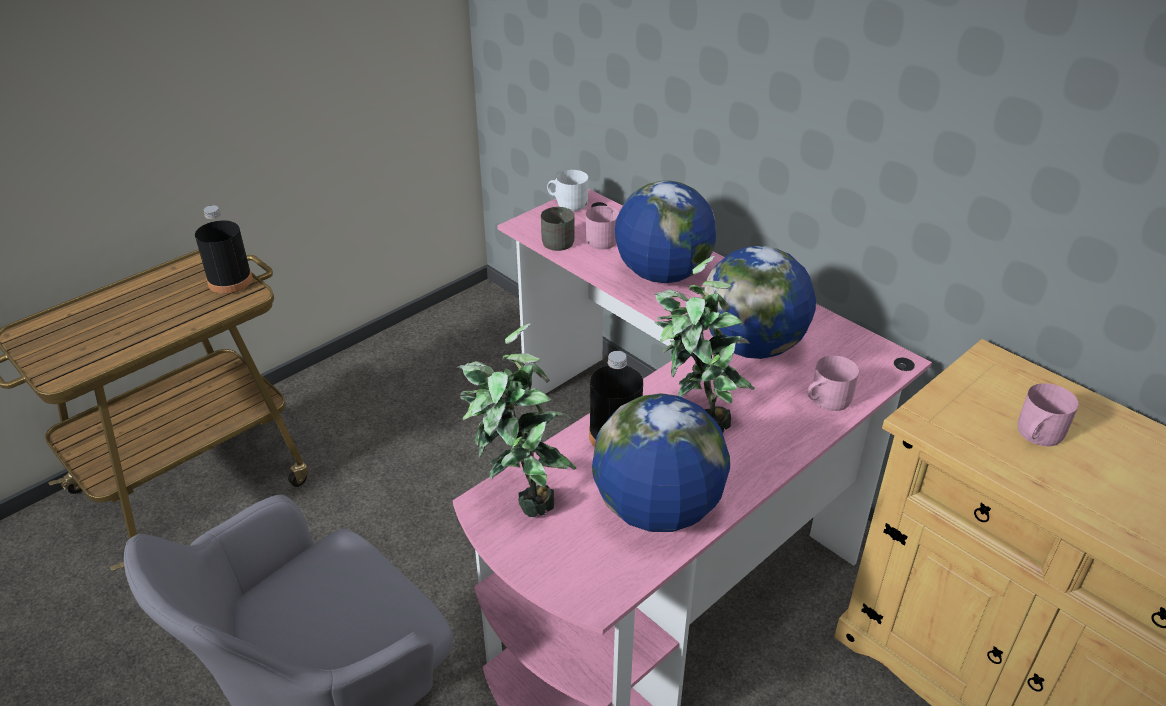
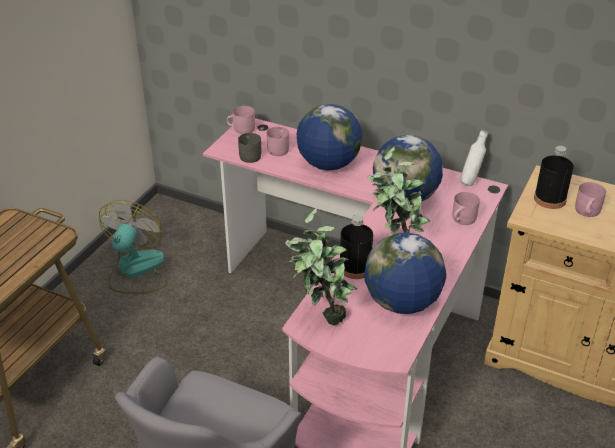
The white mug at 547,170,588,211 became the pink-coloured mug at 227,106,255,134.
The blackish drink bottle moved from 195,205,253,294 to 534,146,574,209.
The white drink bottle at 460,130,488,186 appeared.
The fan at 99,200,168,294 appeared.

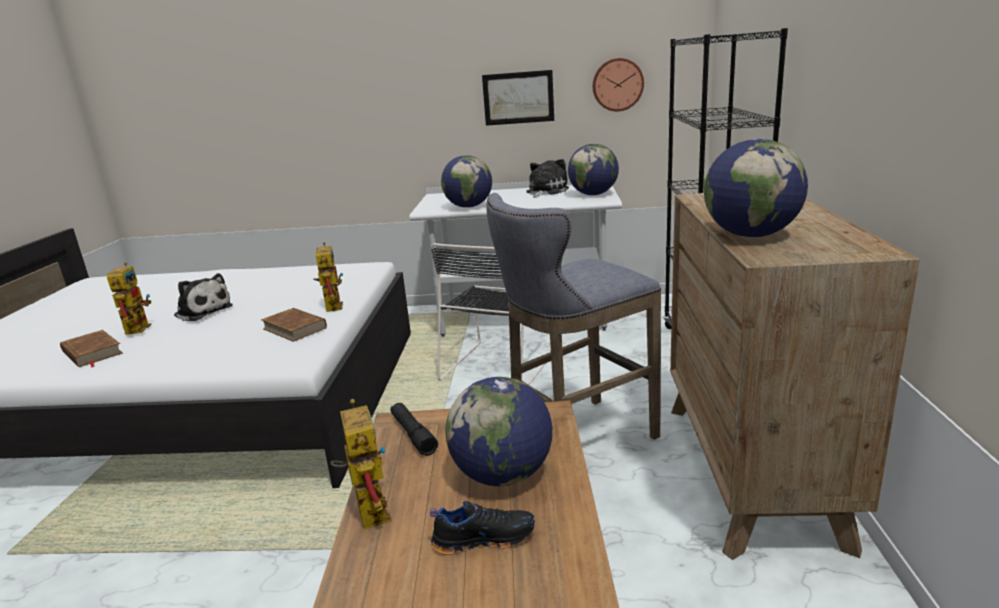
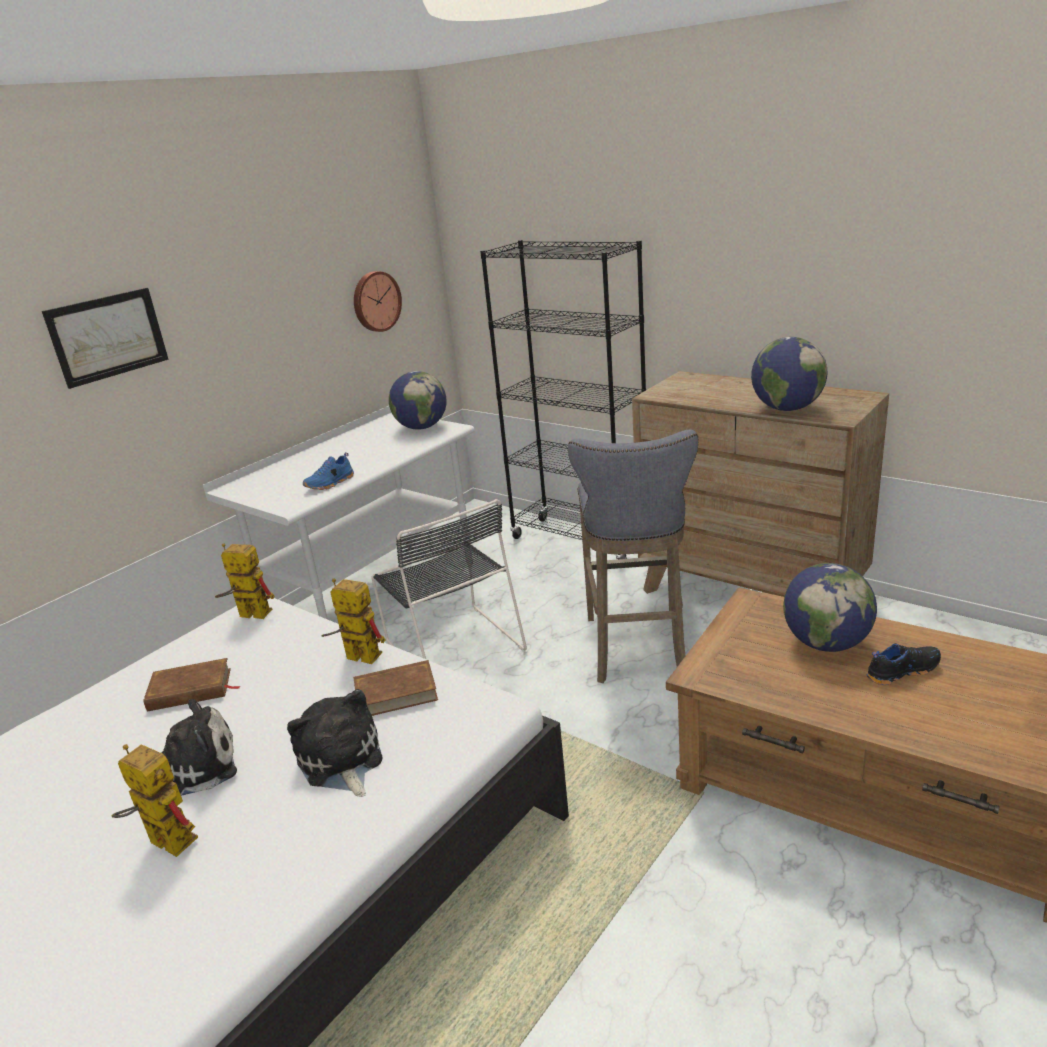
The picture moved from 482,70,554,126 to 42,288,169,389.
The world globe at 441,155,492,208 was replaced by the bluish shoe at 303,452,354,490.
The soft toy moved from 526,159,569,198 to 287,689,383,797.
The brown-coloured book moved from 60,330,123,368 to 143,658,241,712.
The model robot moved from 330,399,392,529 to 215,544,275,619.
The blackish flashlight at 390,403,438,456 disappeared.
The blackish shoe at 430,501,535,555 turned 45 degrees clockwise.

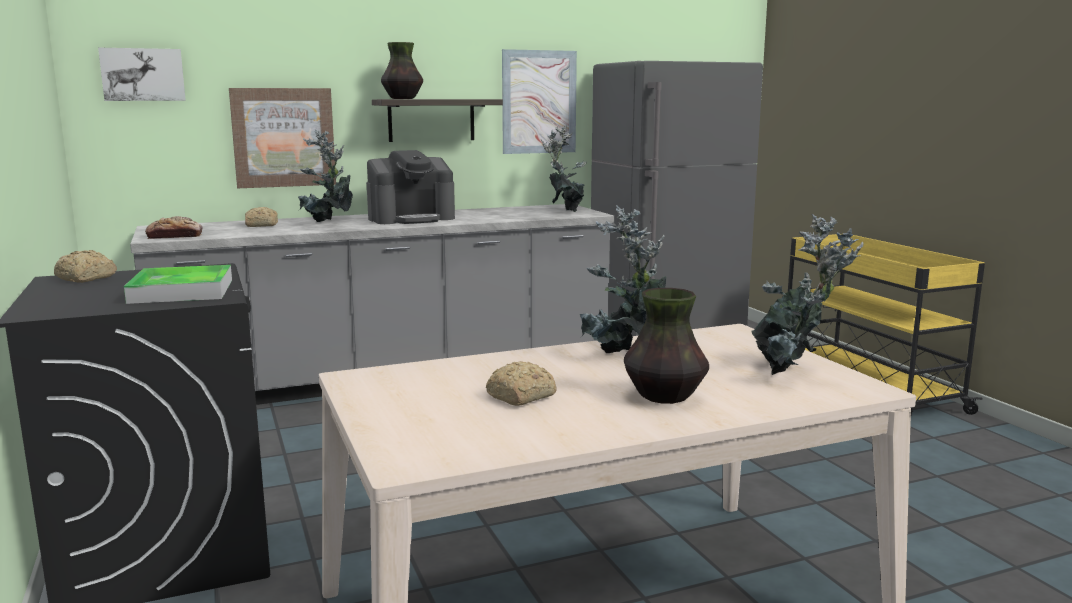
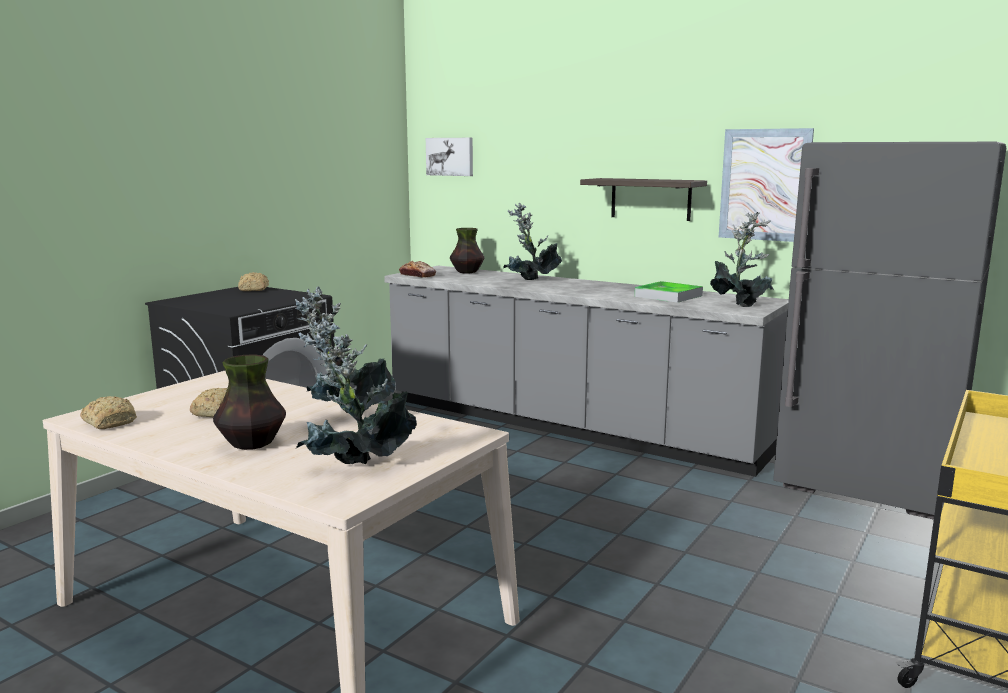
The vase moved from 381,42,423,99 to 450,228,484,273.
The picture at 229,88,336,188 disappeared.
The coffee brewer at 367,150,455,224 disappeared.
The bread moved from 245,207,278,227 to 80,396,137,429.
The carrying tray moved from 124,265,232,304 to 635,281,703,303.

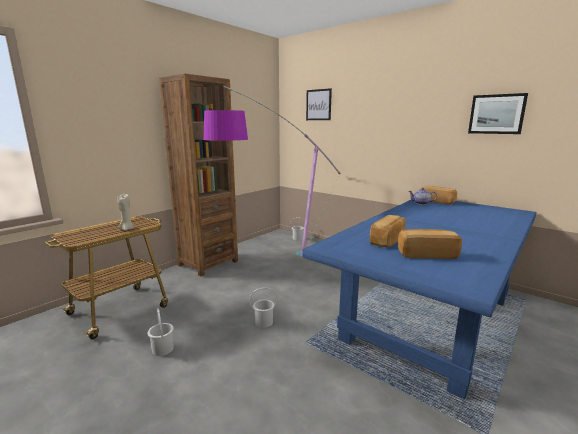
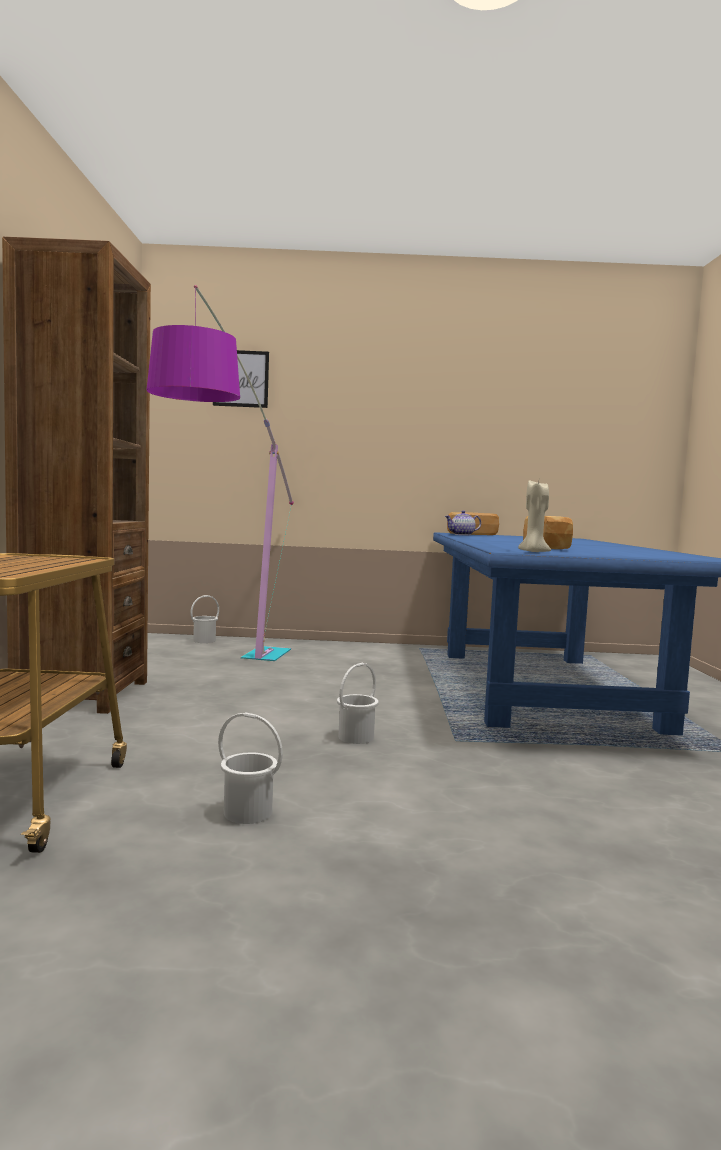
The picture at 468,93,528,134 disappeared.
The beige wax candle moved from 117,194,134,230 to 518,481,551,552.
The bread at 398,229,462,259 disappeared.

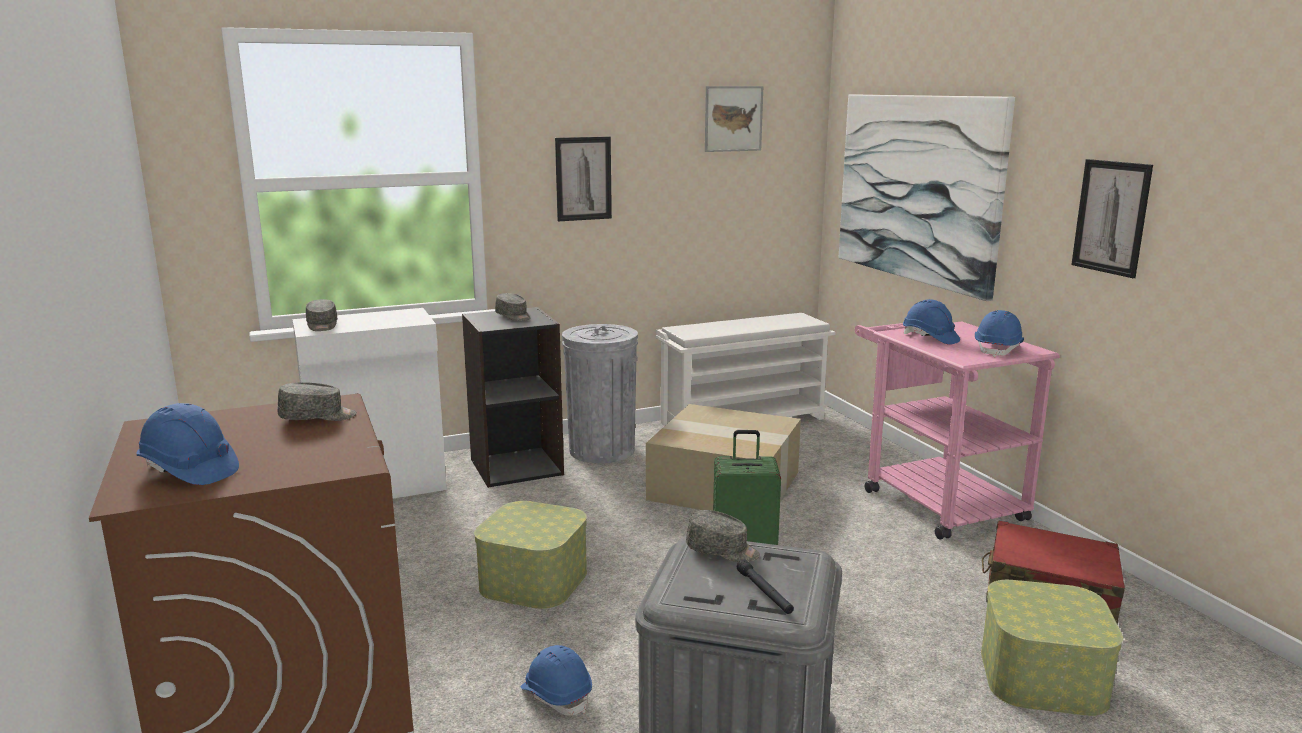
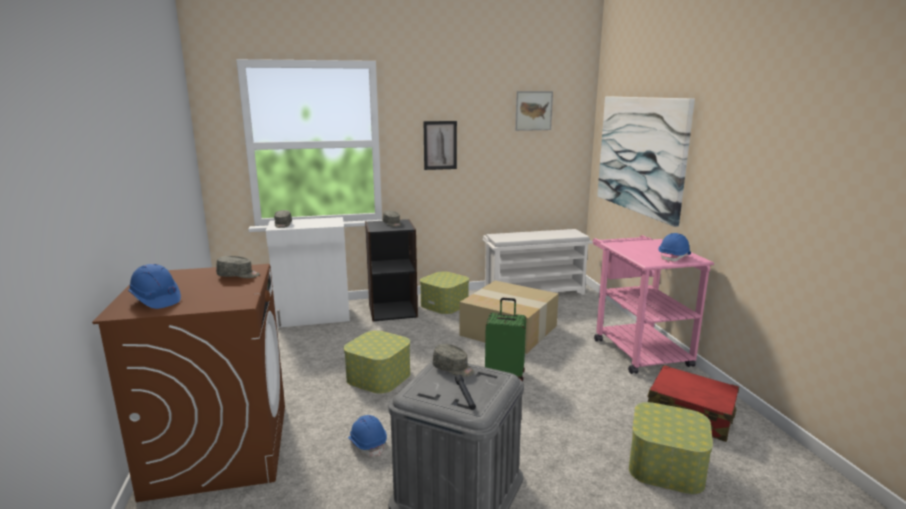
The picture at 1071,159,1153,278 disappeared.
The bluish safety helmet at 903,299,960,345 disappeared.
The greyish rubbish bin at 562,324,638,463 was replaced by the storage bin at 420,271,469,314.

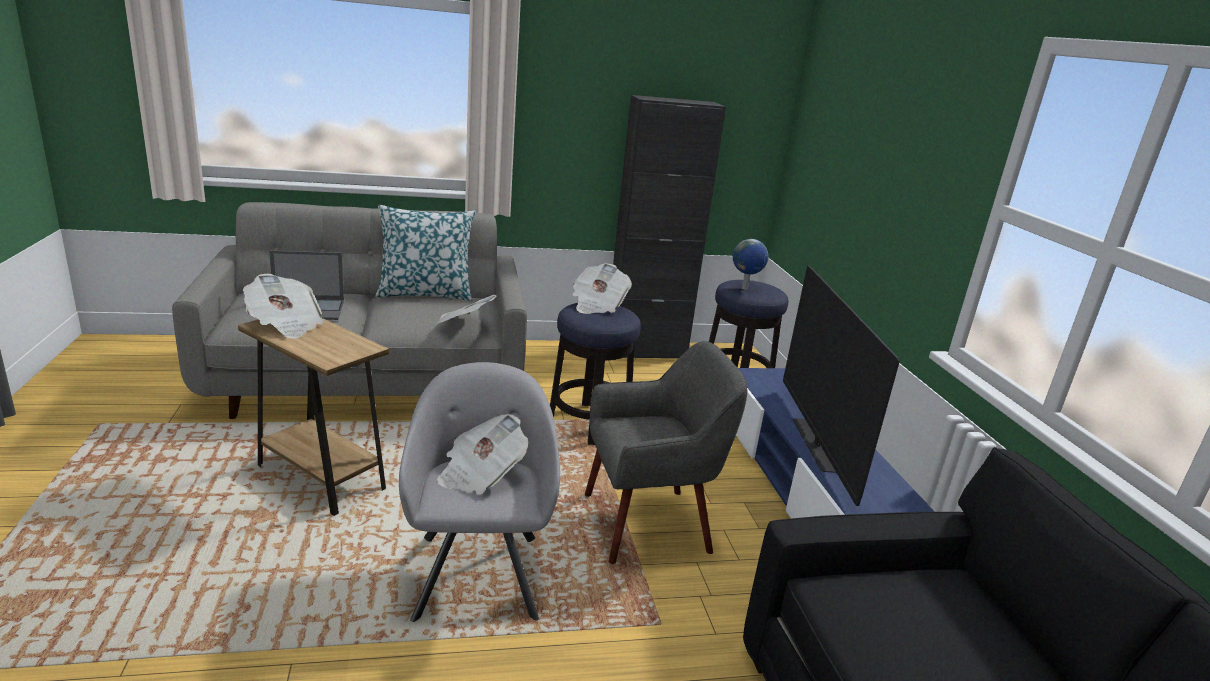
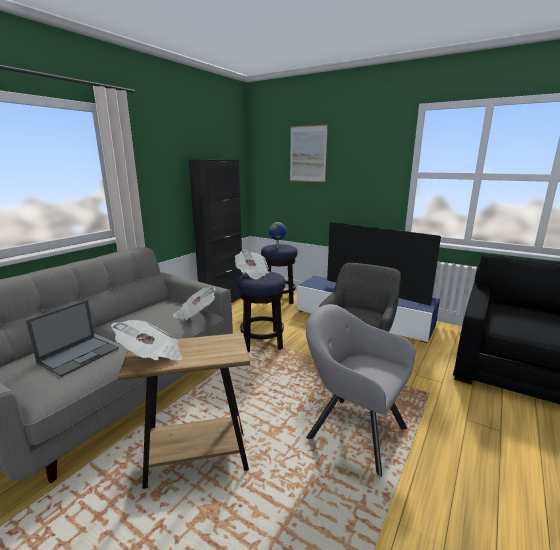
The throw pillow at 375,205,475,301 disappeared.
The printed paper at 437,414,528,495 disappeared.
The picture at 290,125,328,182 appeared.

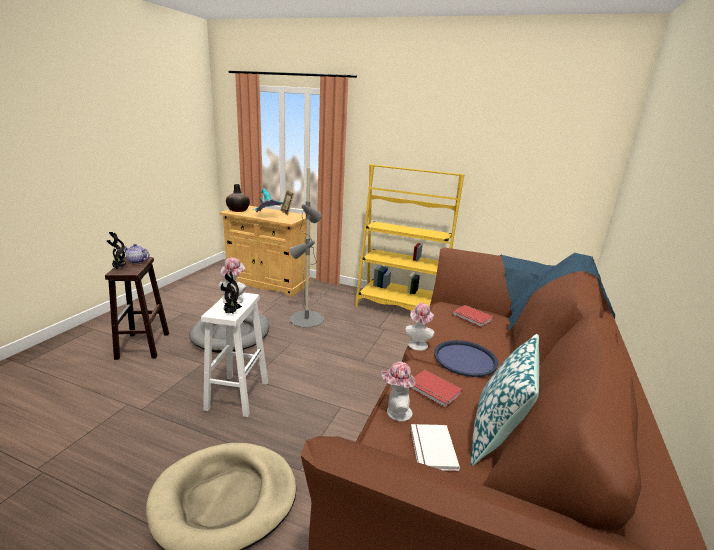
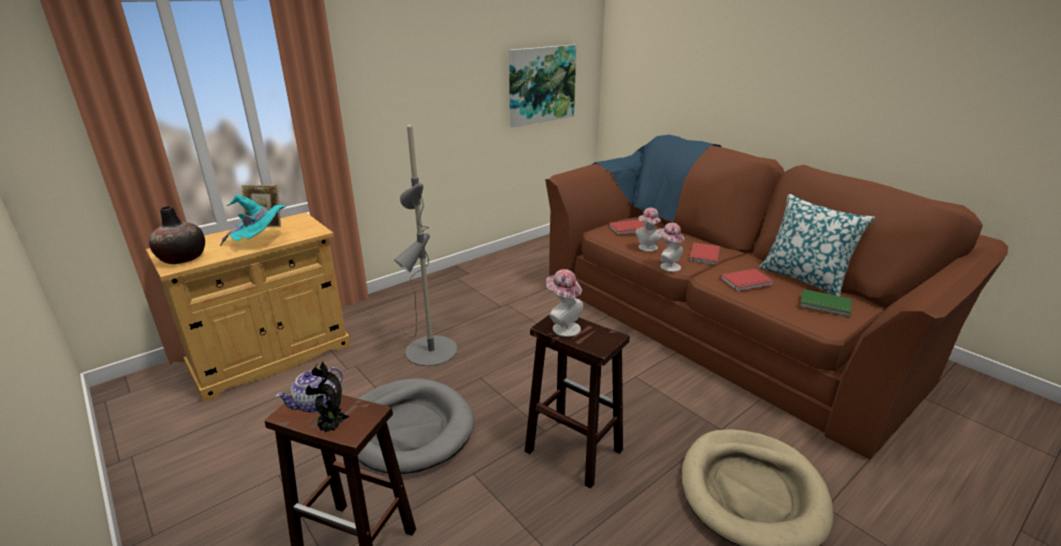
The yellow bookcase at 355,164,464,310 disappeared.
The houseplant at 221,271,242,314 disappeared.
The white stool seat at 201,293,268,417 became the brown-coloured stool seat at 525,314,630,489.
The bluish carrying tray at 434,340,498,377 was replaced by the red-coloured book at 689,243,720,265.
The hat moved from 381,362,415,421 to 636,208,662,252.
The white book at 410,424,460,471 became the green book at 800,289,851,317.
The picture at 509,45,576,127 appeared.

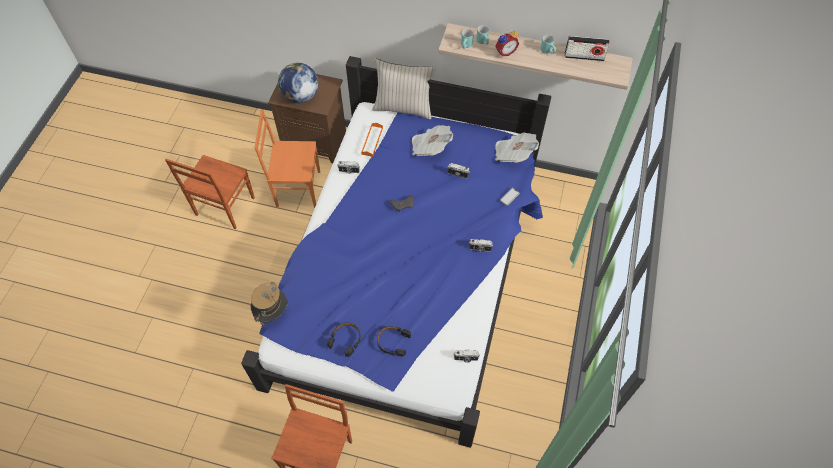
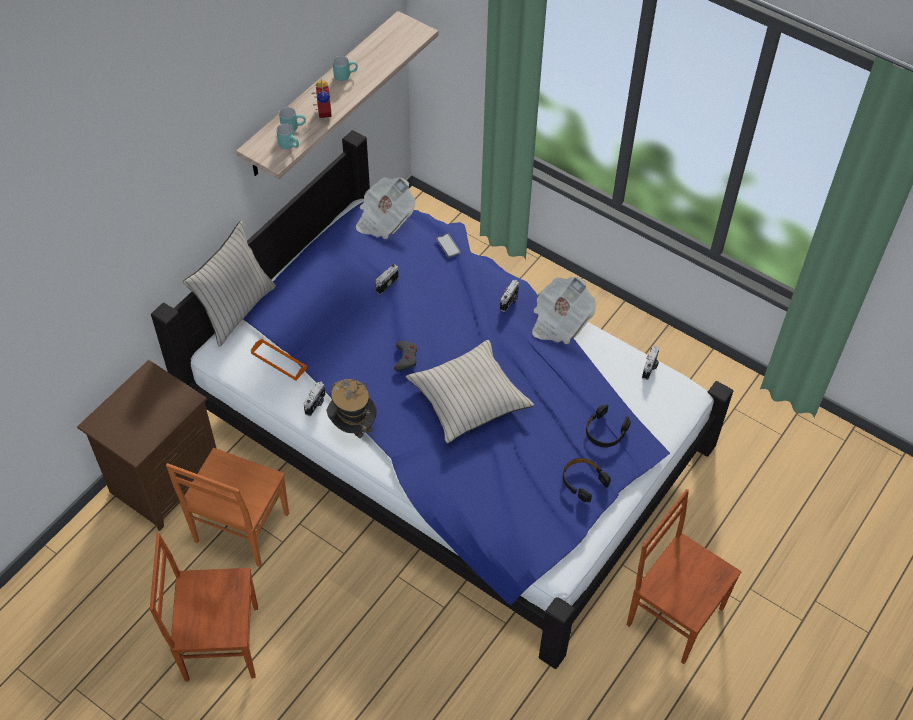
The radio at 565,36,609,61 disappeared.
The world globe at 278,63,318,103 disappeared.
The printed paper moved from 412,125,453,156 to 532,277,596,344.
The brown-coloured plain chair at 165,155,255,229 turned 135 degrees clockwise.
The hat moved from 251,282,288,331 to 327,379,377,438.
The beige throw pillow at 406,340,534,443 appeared.

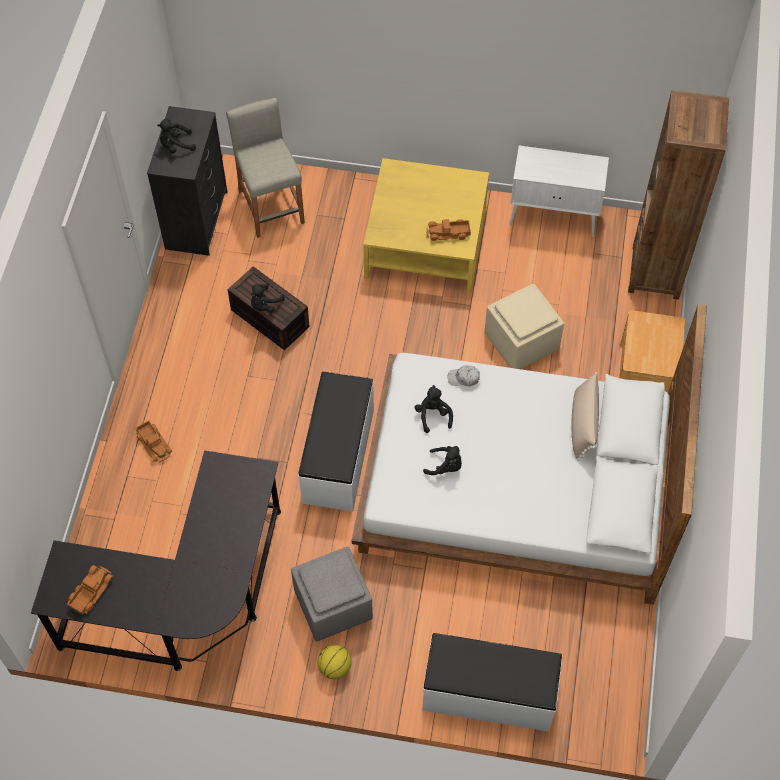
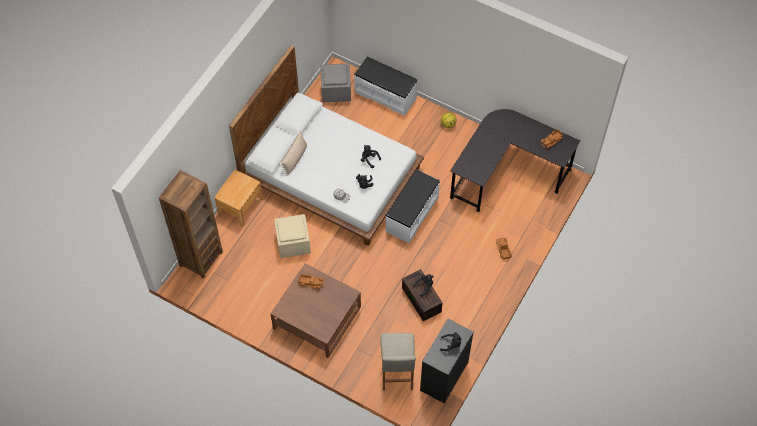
The white storage cabinet at 509,146,609,237 disappeared.
The yellow coffee table at 363,158,489,293 became the brown-coloured coffee table at 271,264,361,358.
The greyish footrest moved from 291,547,373,641 to 321,64,351,102.

